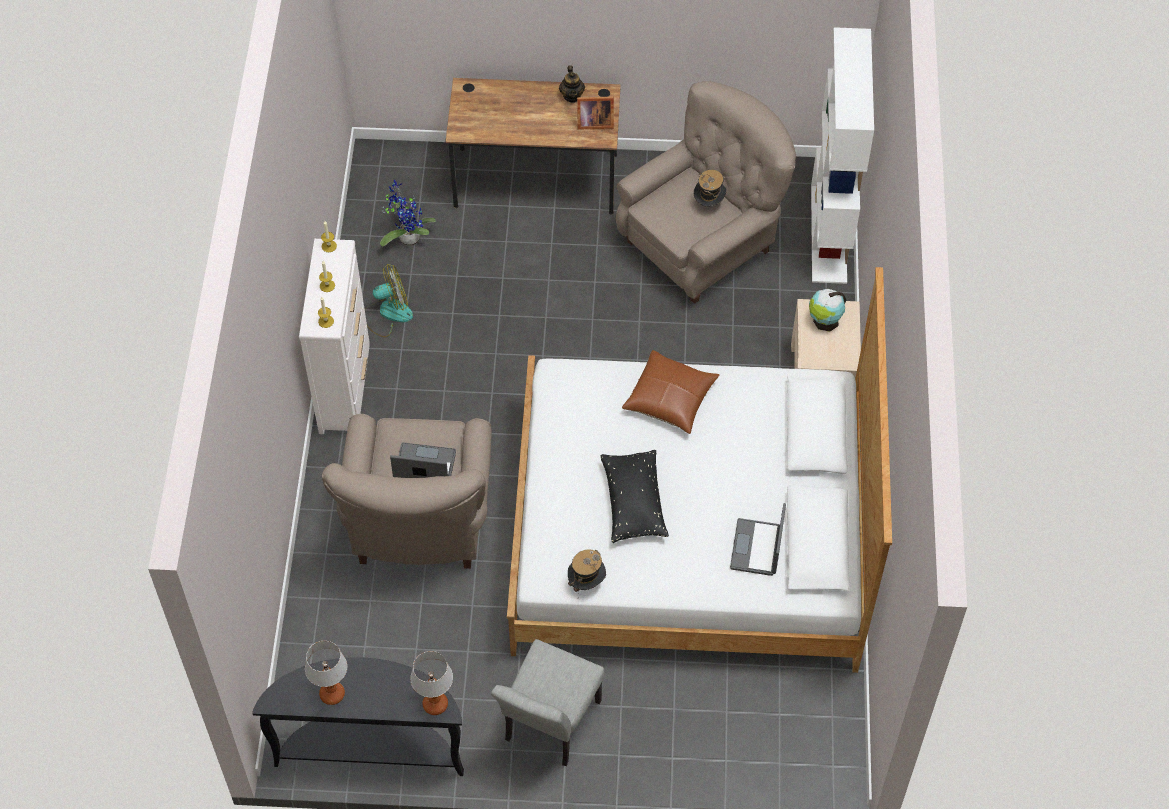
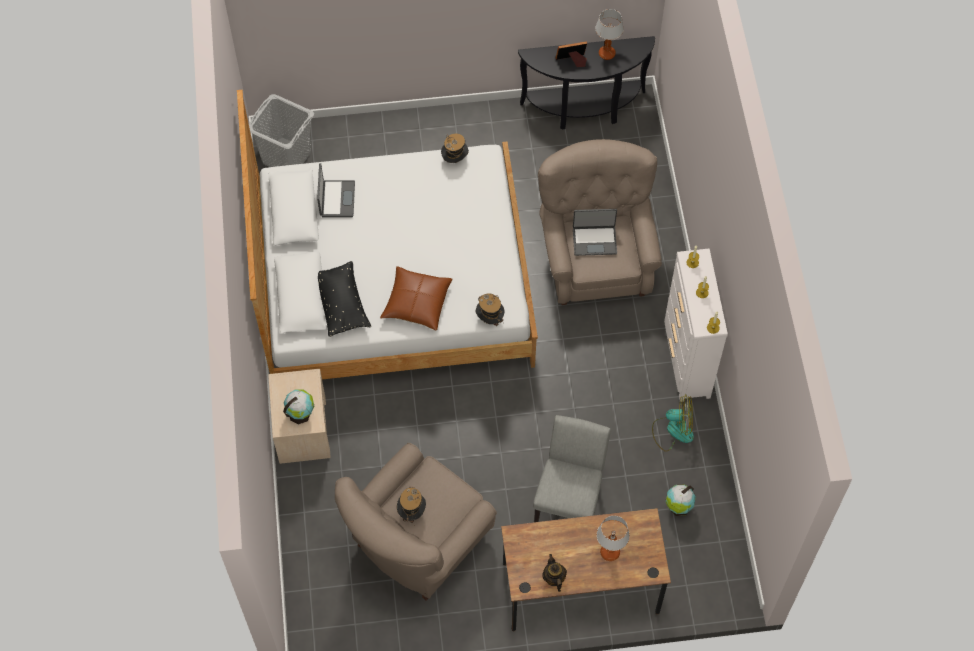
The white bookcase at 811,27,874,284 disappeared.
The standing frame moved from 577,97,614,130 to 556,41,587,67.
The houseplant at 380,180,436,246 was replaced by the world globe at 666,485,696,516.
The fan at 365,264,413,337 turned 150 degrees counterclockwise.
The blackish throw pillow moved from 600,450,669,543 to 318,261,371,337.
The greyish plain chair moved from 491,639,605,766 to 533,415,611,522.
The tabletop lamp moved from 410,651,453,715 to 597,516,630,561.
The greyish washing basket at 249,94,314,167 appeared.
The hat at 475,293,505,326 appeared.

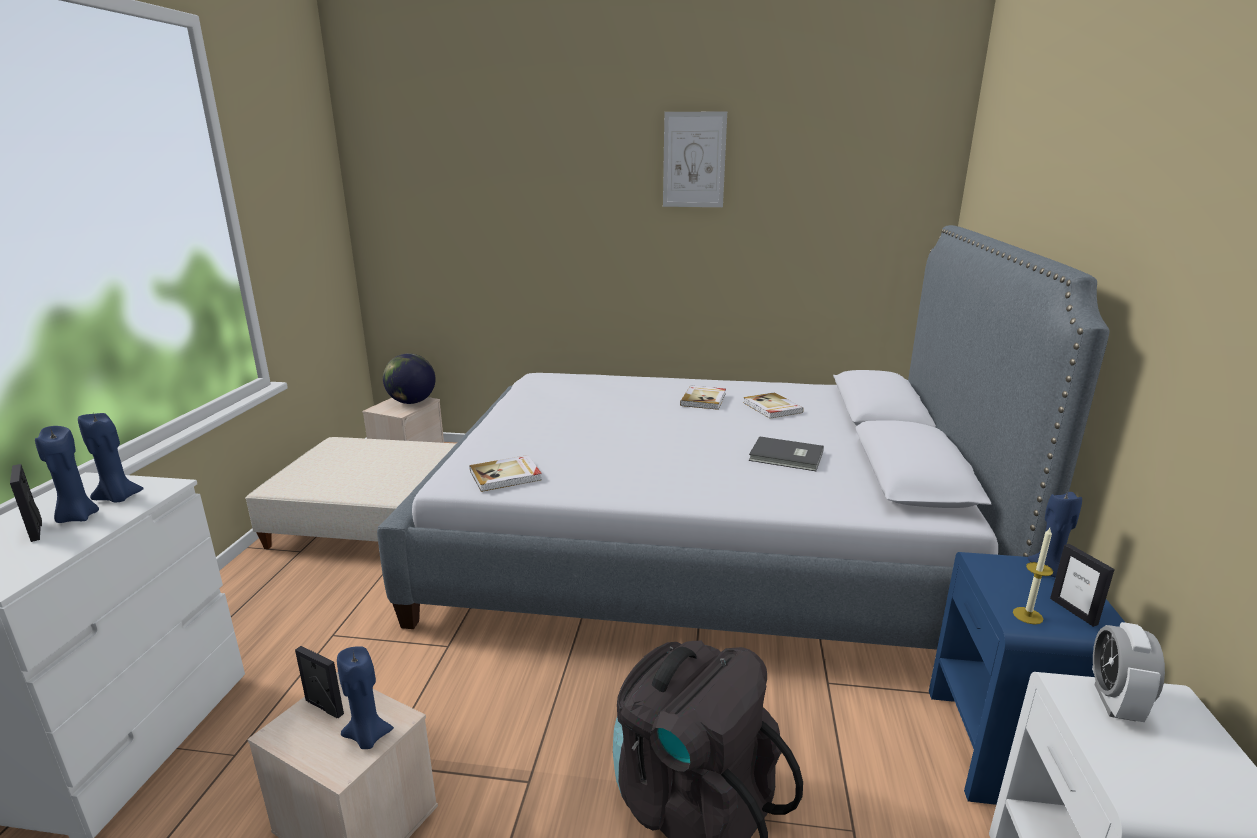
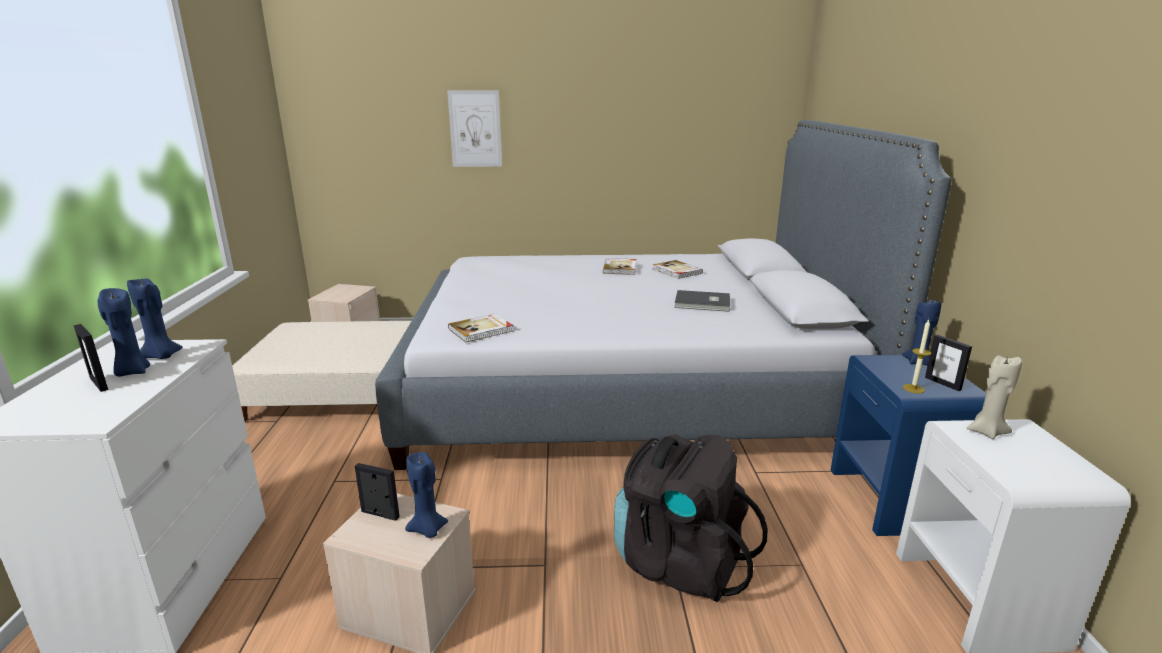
The picture moved from 663,111,727,207 to 447,90,502,167.
The world globe at 383,354,435,404 disappeared.
The table clock at 1092,622,1165,722 was replaced by the beige wax candle at 967,355,1022,439.

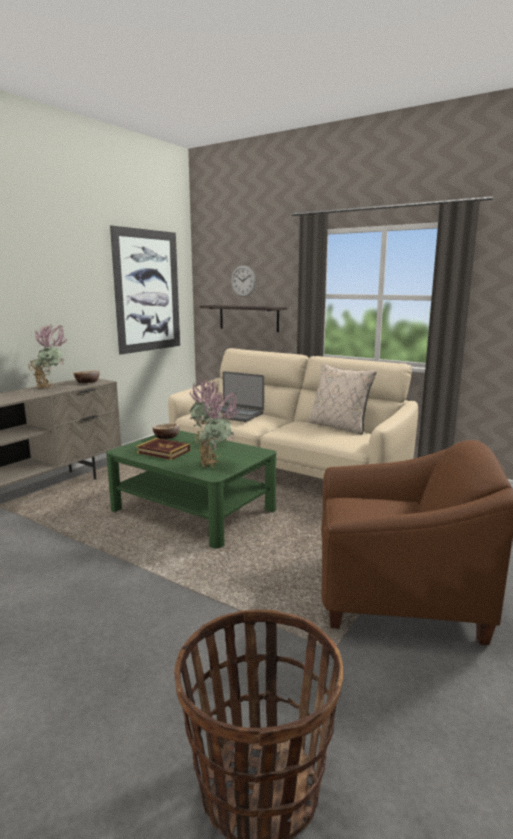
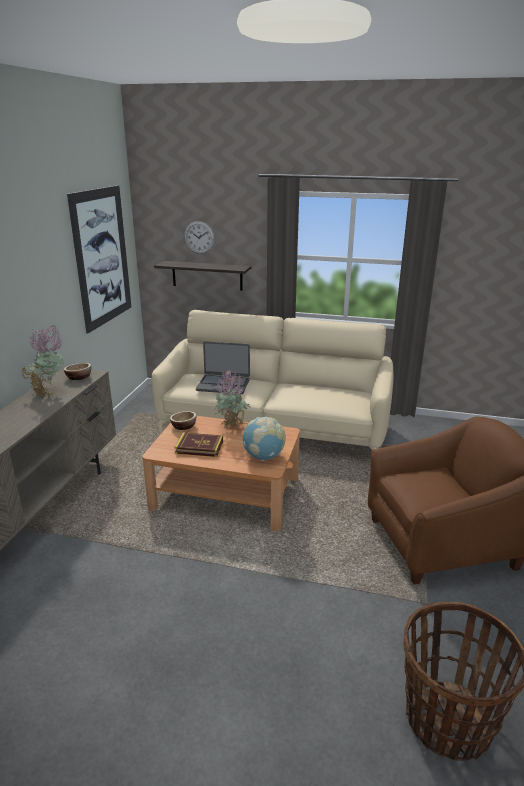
The beige throw pillow at 309,363,377,435 disappeared.
The houseplant at 194,392,240,468 was replaced by the world globe at 243,417,286,461.
The green coffee table at 106,430,276,548 became the brown-coloured coffee table at 142,416,300,531.

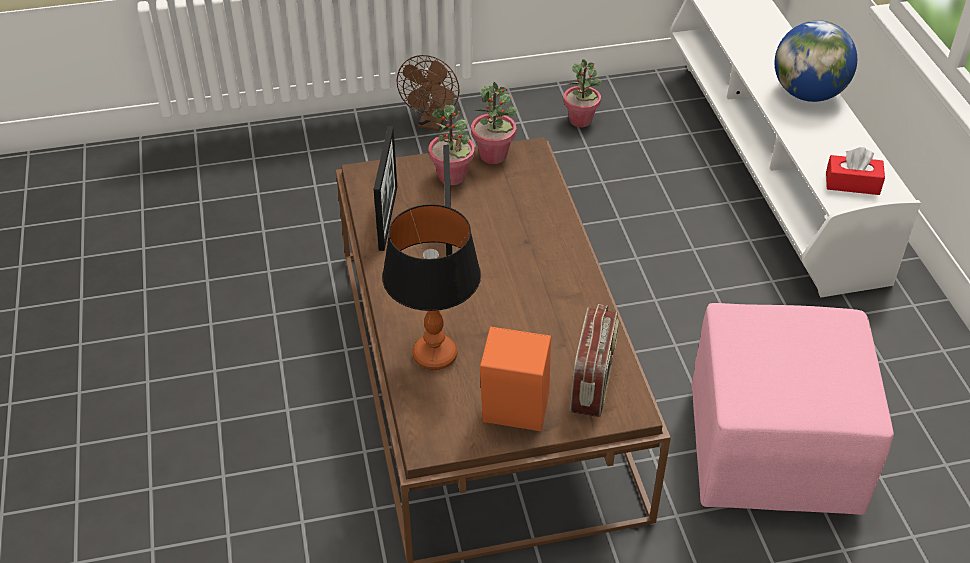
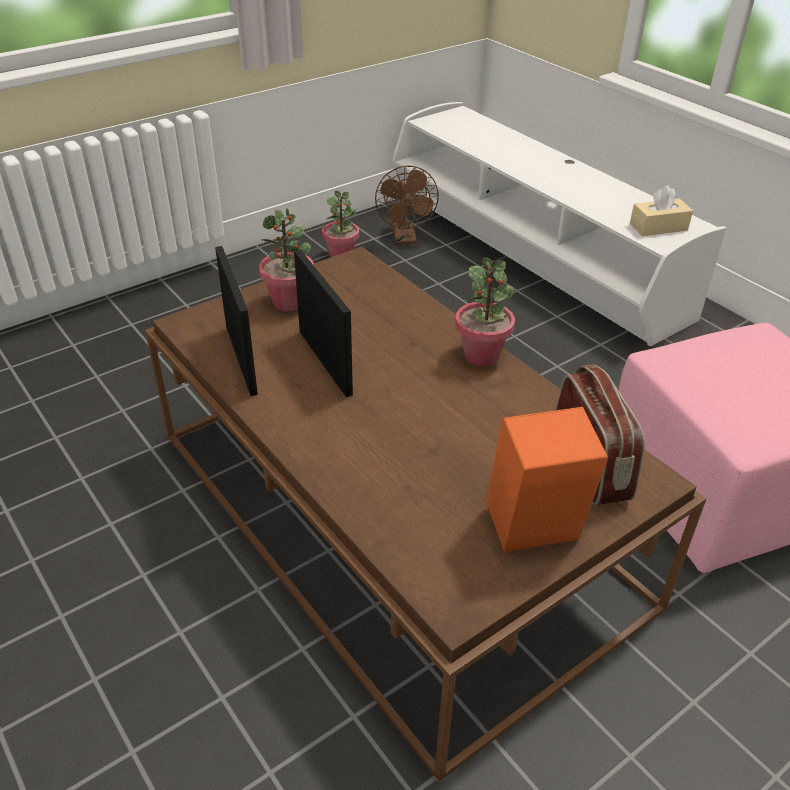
The world globe at 775,20,857,102 disappeared.
The brown-coloured fan moved from 396,55,460,131 to 375,166,439,244.
The houseplant moved from 471,82,517,164 to 455,257,515,366.
The red-coloured tissue holder at 826,147,885,195 became the beige tissue holder at 630,186,693,236.
The tabletop lamp at 382,204,481,370 disappeared.

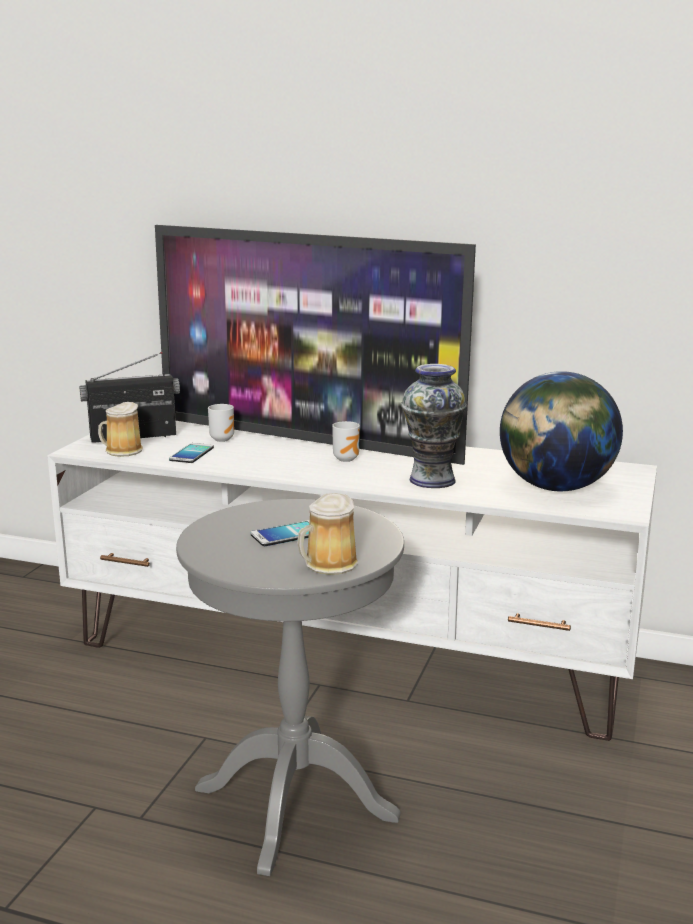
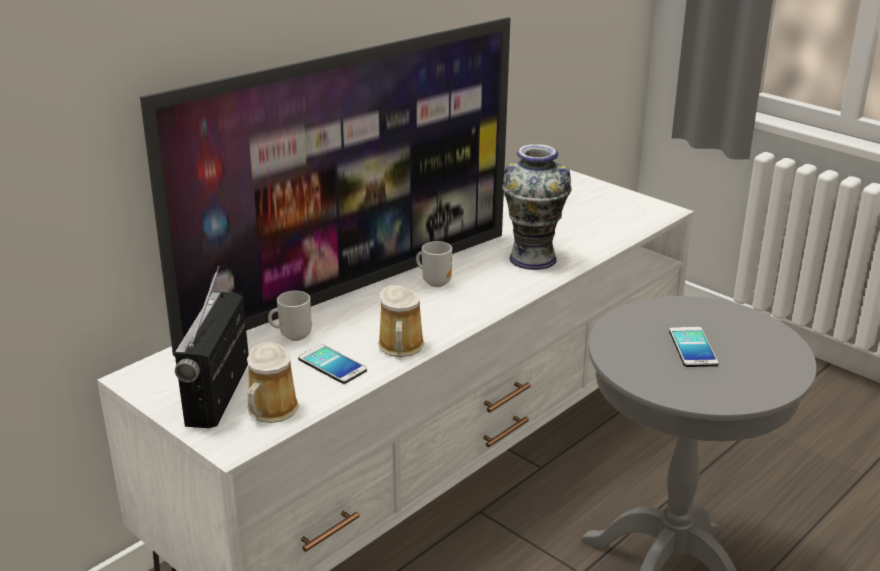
The world globe at 500,371,623,491 disappeared.
The mug moved from 297,493,358,575 to 378,285,425,357.

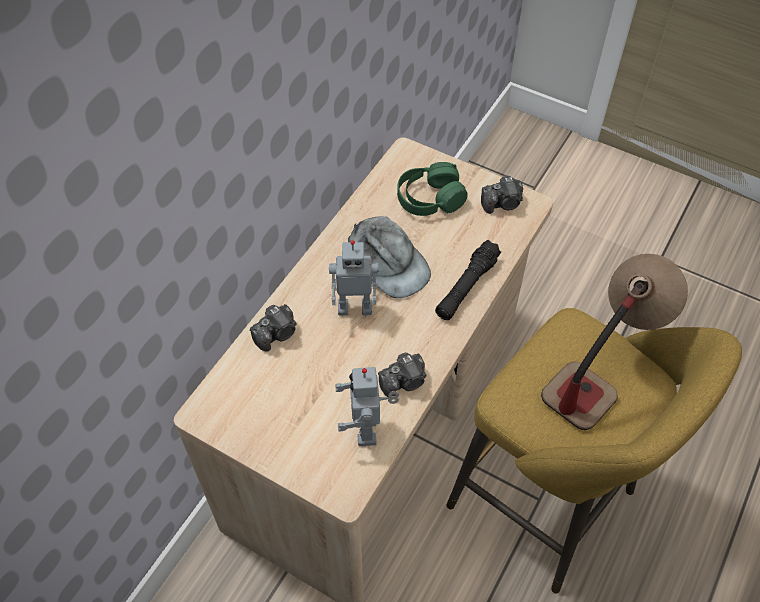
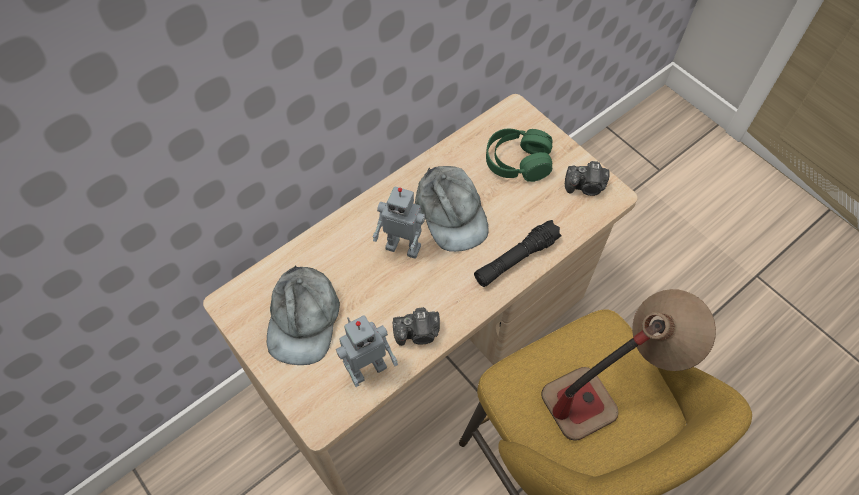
The still camera at 250,304,296,352 disappeared.
The model robot at 335,367,399,446 turned 135 degrees counterclockwise.
The greyish baseball cap at 267,265,340,365 appeared.

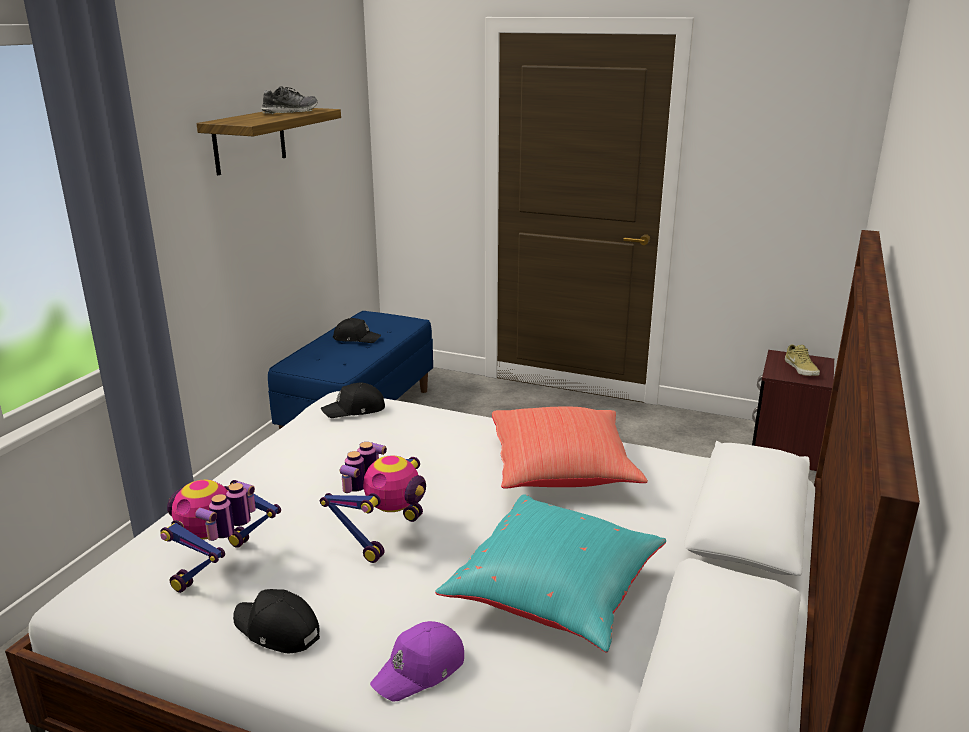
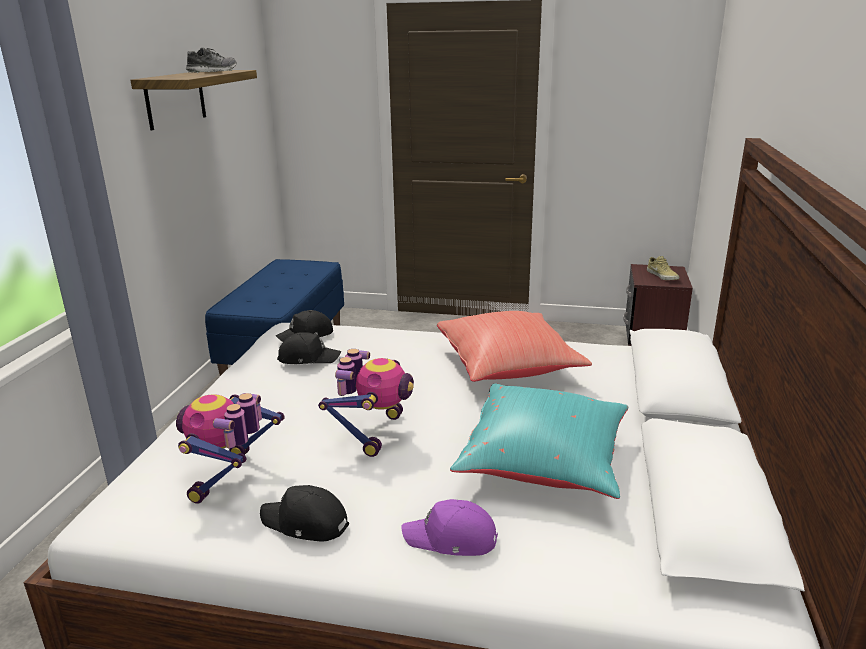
The blackish baseball cap moved from 333,318,381,343 to 277,332,341,364.
The purple-coloured baseball cap at 370,621,464,702 turned 60 degrees clockwise.

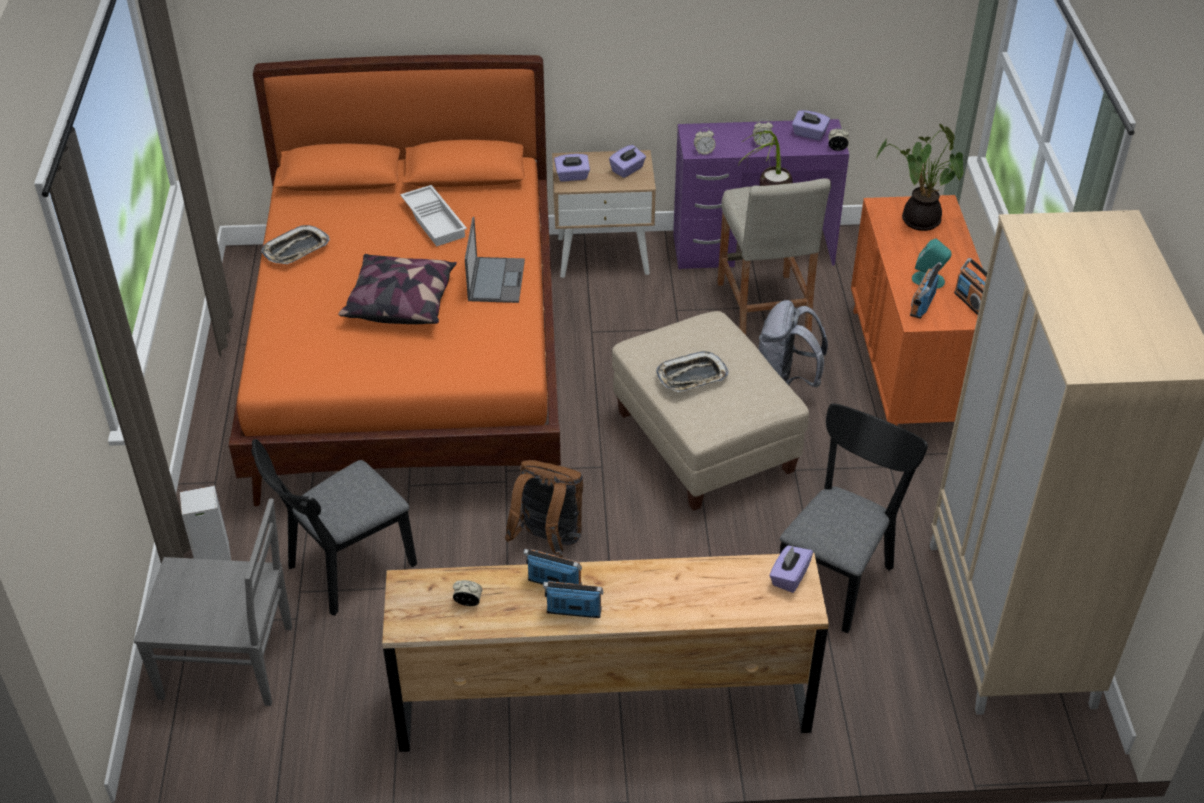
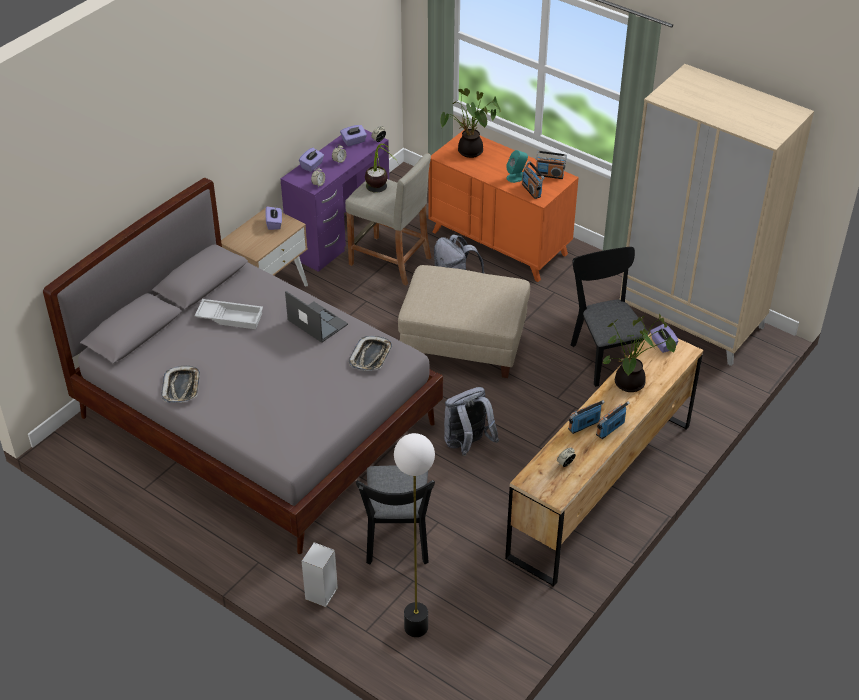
The orange-coloured bedroom bed at 229,55,561,506 became the greyish bedroom bed at 43,178,443,554.
The purple-coloured tissue holder moved from 554,154,590,182 to 299,148,324,172.
The throw pillow at 338,254,457,324 disappeared.
The carrying tray moved from 656,351,729,392 to 349,336,392,371.
The brown-coloured knapsack at 505,460,583,557 became the greyish knapsack at 444,387,499,456.
The greyish plain chair at 134,498,292,706 was replaced by the standing lamp at 394,433,435,637.
The houseplant at 603,314,676,392 appeared.

